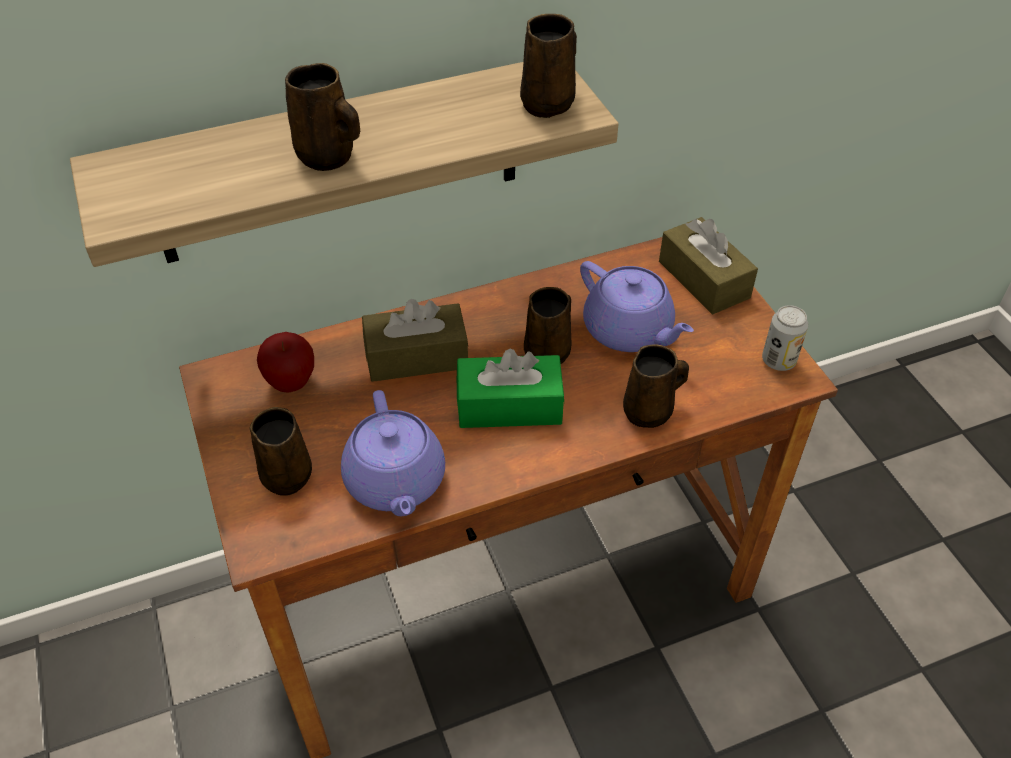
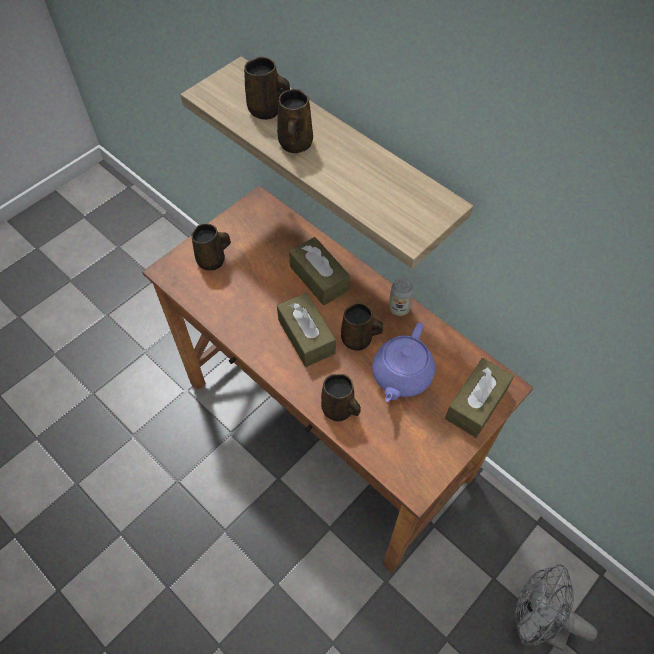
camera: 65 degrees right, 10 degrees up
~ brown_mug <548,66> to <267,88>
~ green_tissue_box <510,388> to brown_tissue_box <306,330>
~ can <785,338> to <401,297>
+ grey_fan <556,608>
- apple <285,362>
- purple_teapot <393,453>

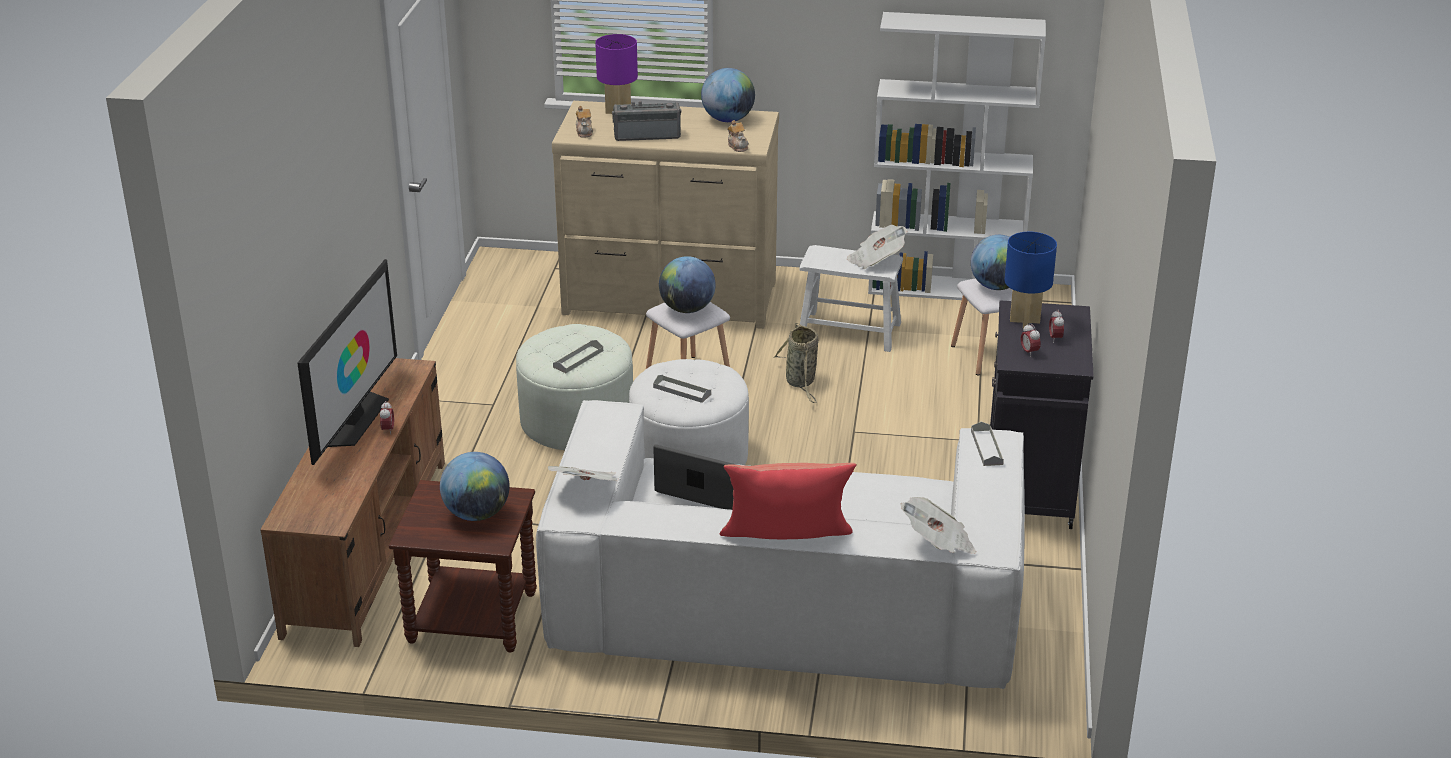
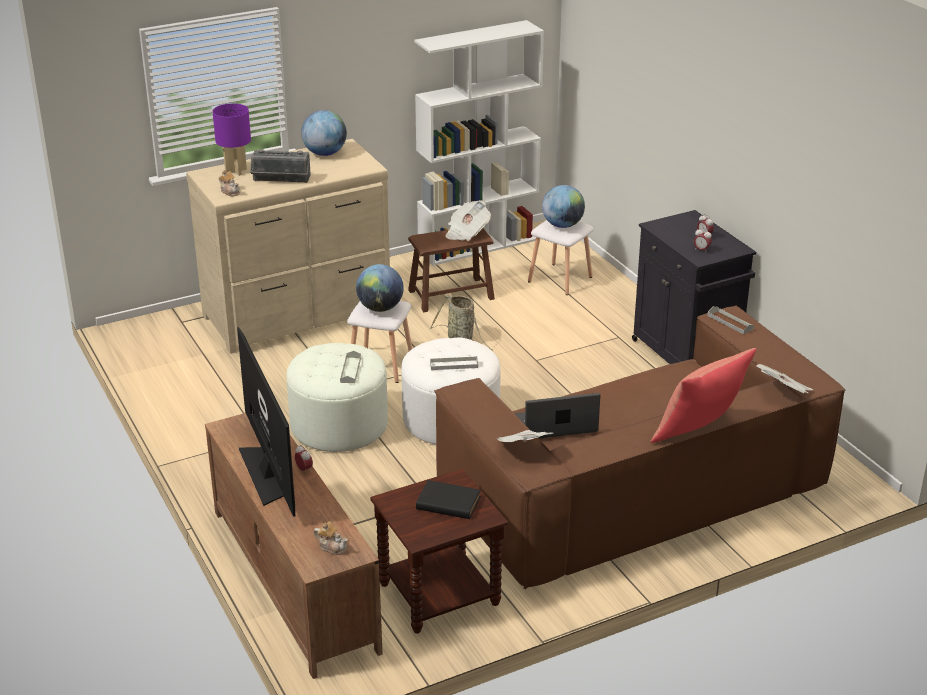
camera: 35 degrees left, 0 degrees up
~ radio <646,121> = <280,166> 135 degrees counterclockwise
~ teapot <738,136> to <331,538>
~ white_stool <851,298> to brown_stool <451,270>
~ globe <475,486> to black_book <448,499>
~ white_sofa <780,544> to brown_sofa <639,447>
- blue_table_lamp <1030,280>

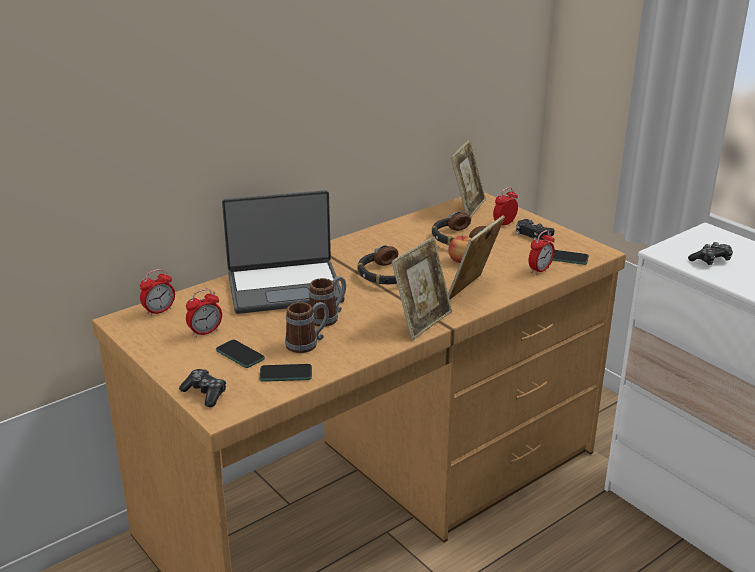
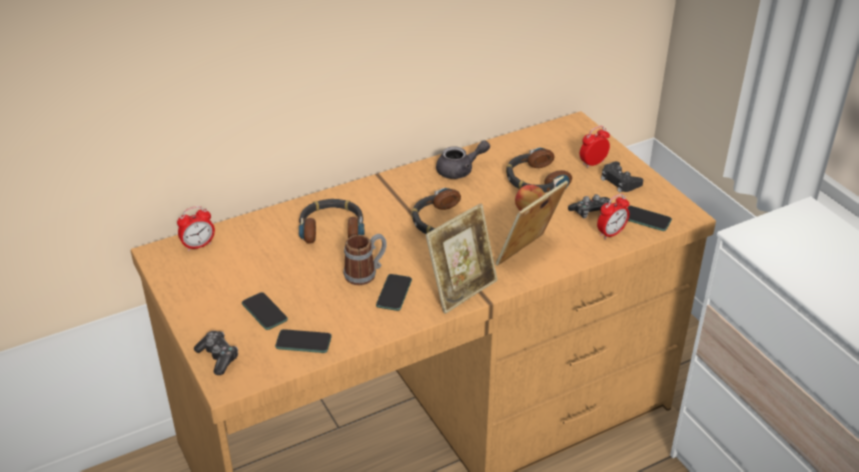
camera: 10 degrees right, 10 degrees up
~ laptop <283,252> to headphones <331,221>
+ phone <394,292>
+ grey_teapot <463,159>
~ game_controller <710,253> to <589,206>
- alarm_clock <204,313>
- mug <307,327>
- picture_frame <468,178>

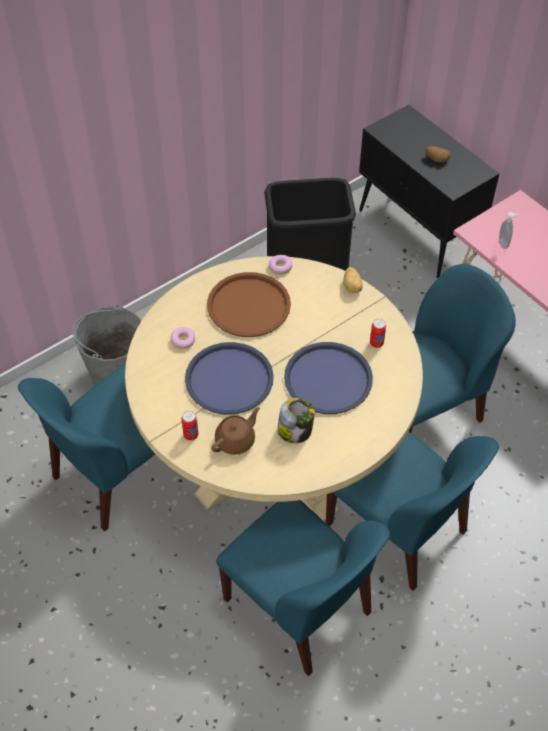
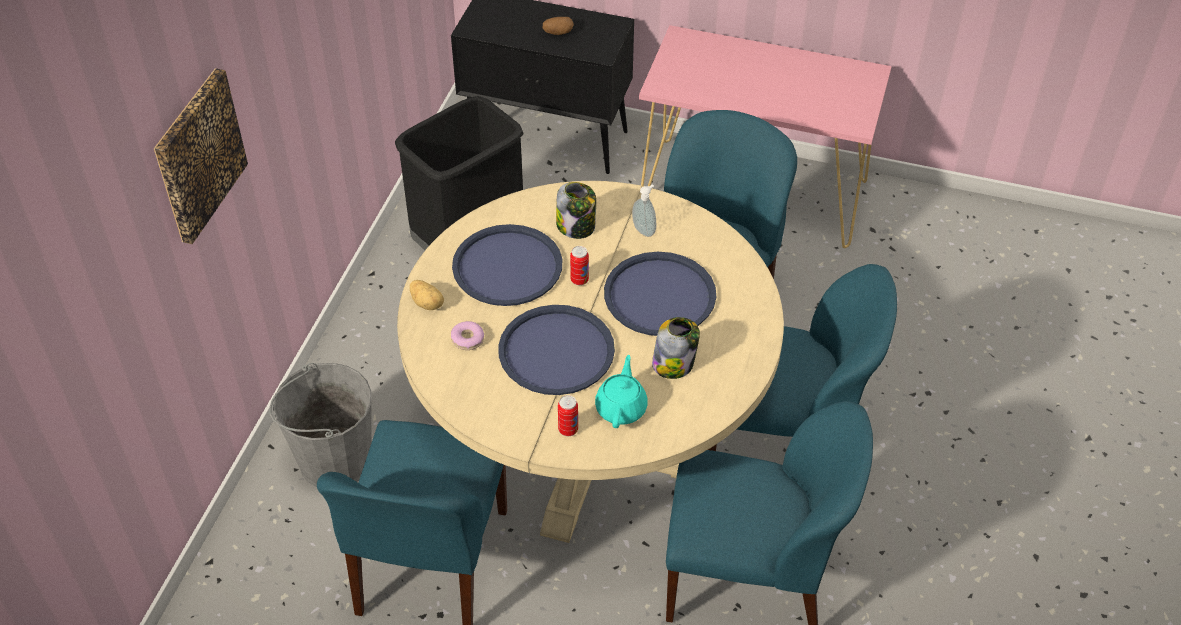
camera: 35 degrees left, 5 degrees down
+ picture <201,156>
~ potato <353,280> to <427,295>
~ brown_tray <249,304> to blue_tray <507,265>
+ jar <576,210>
~ can <378,333> to <579,265>
~ brown_teapot <235,431> to turquoise_teapot <621,391>
~ soap_dispenser <509,230> to <644,210>
- donut <280,265>

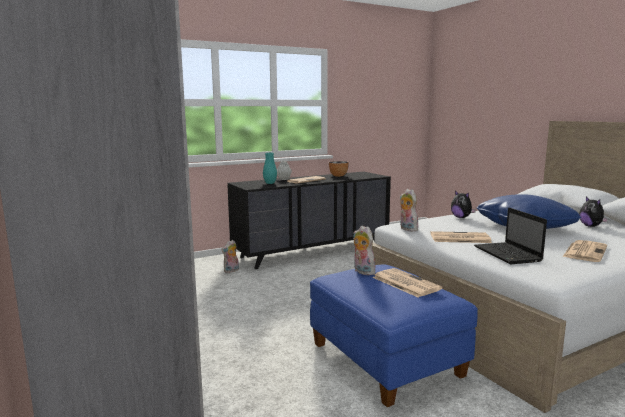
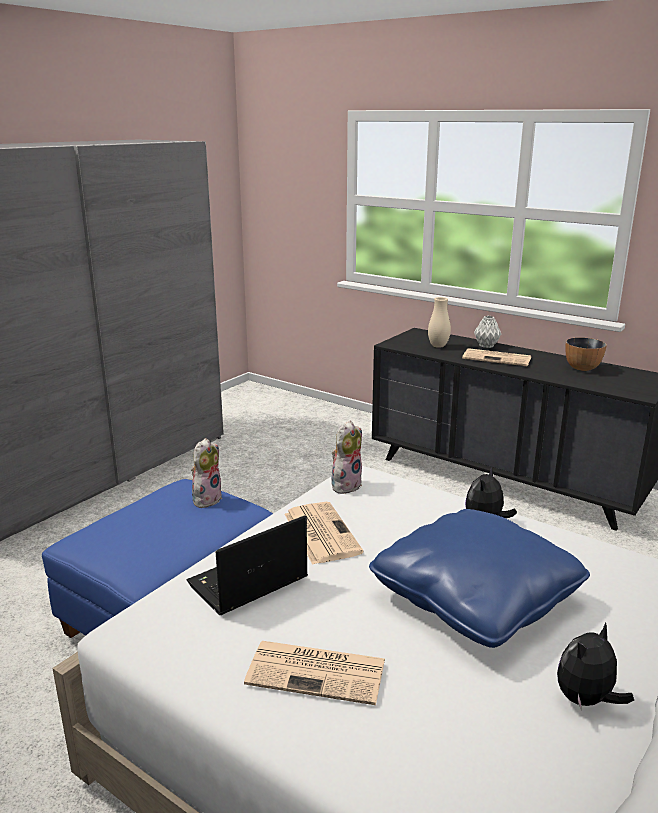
camera: 65 degrees right, 10 degrees up
~ turquoise_vase <270,168> to beige_vase <439,322>
- plush_toy <230,256>
- newspaper <407,282>

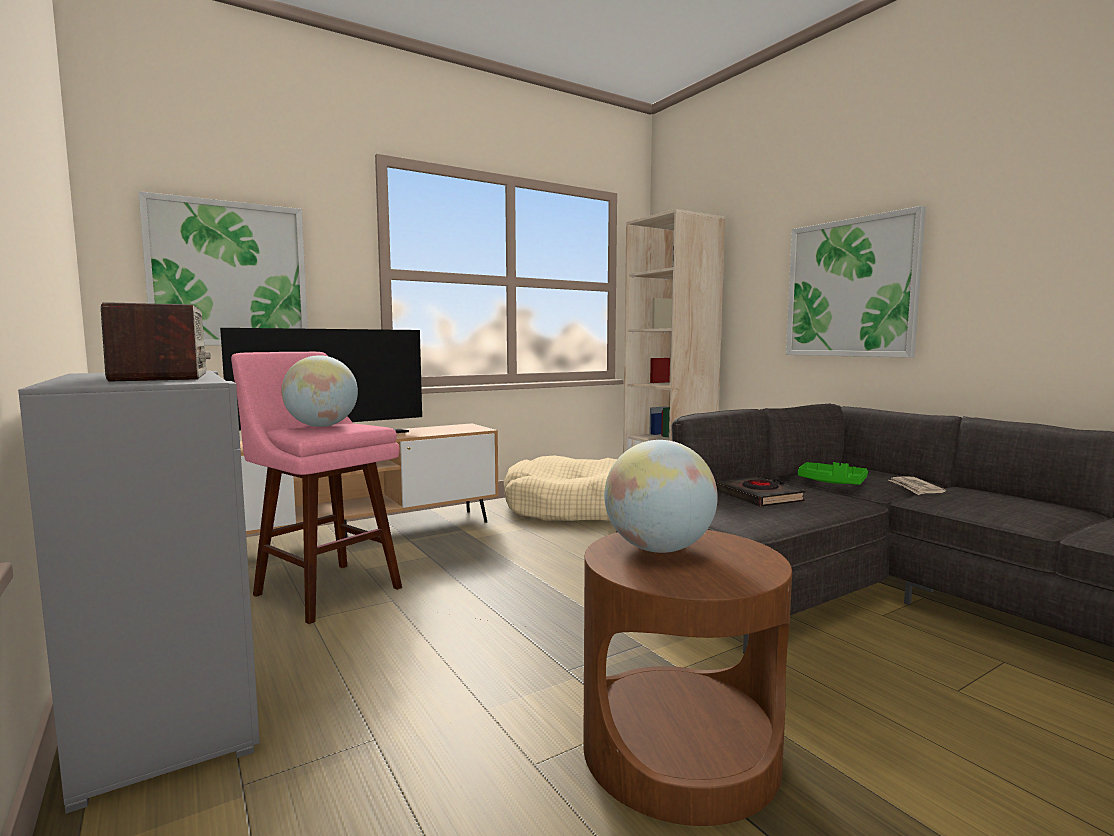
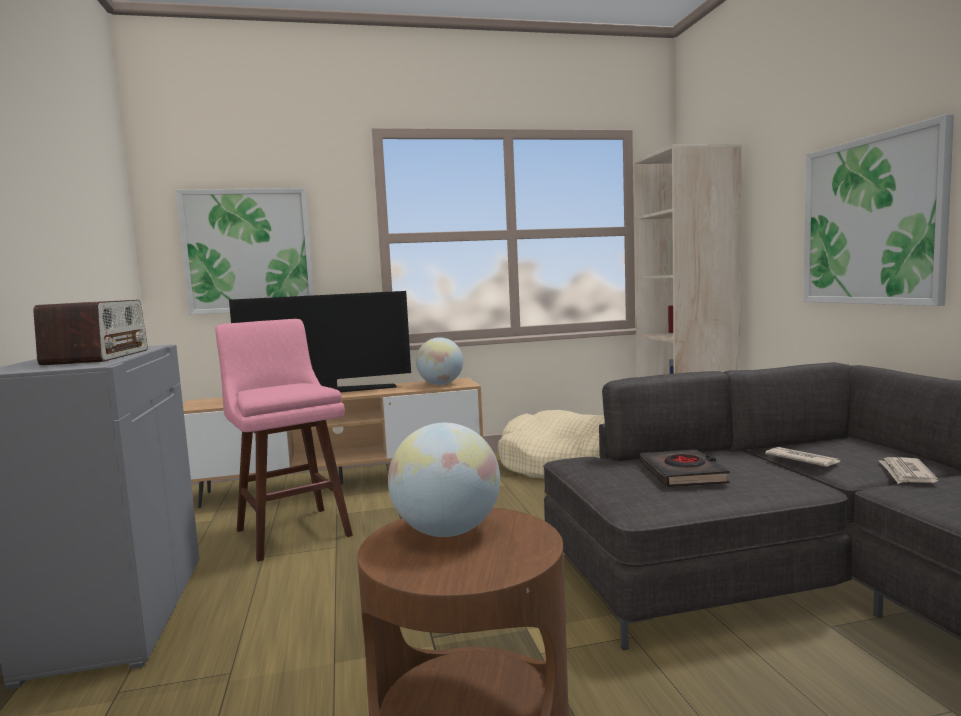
camera: 20 degrees right, 0 degrees up
~ globe <320,391> to <439,361>
~ green_tray <833,473> to newspaper <803,457>

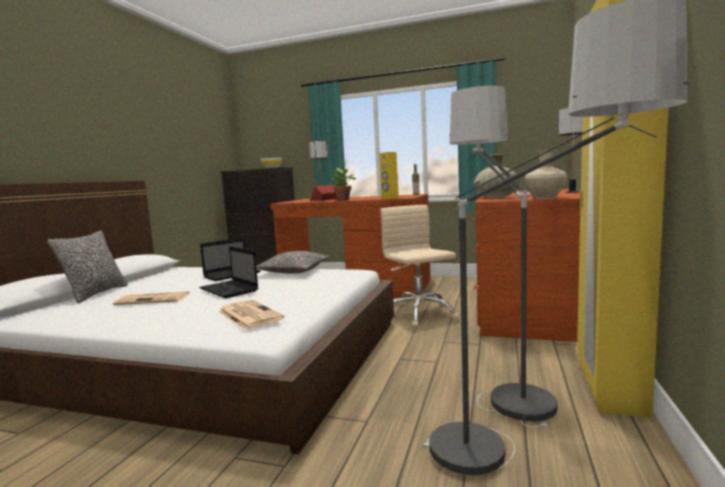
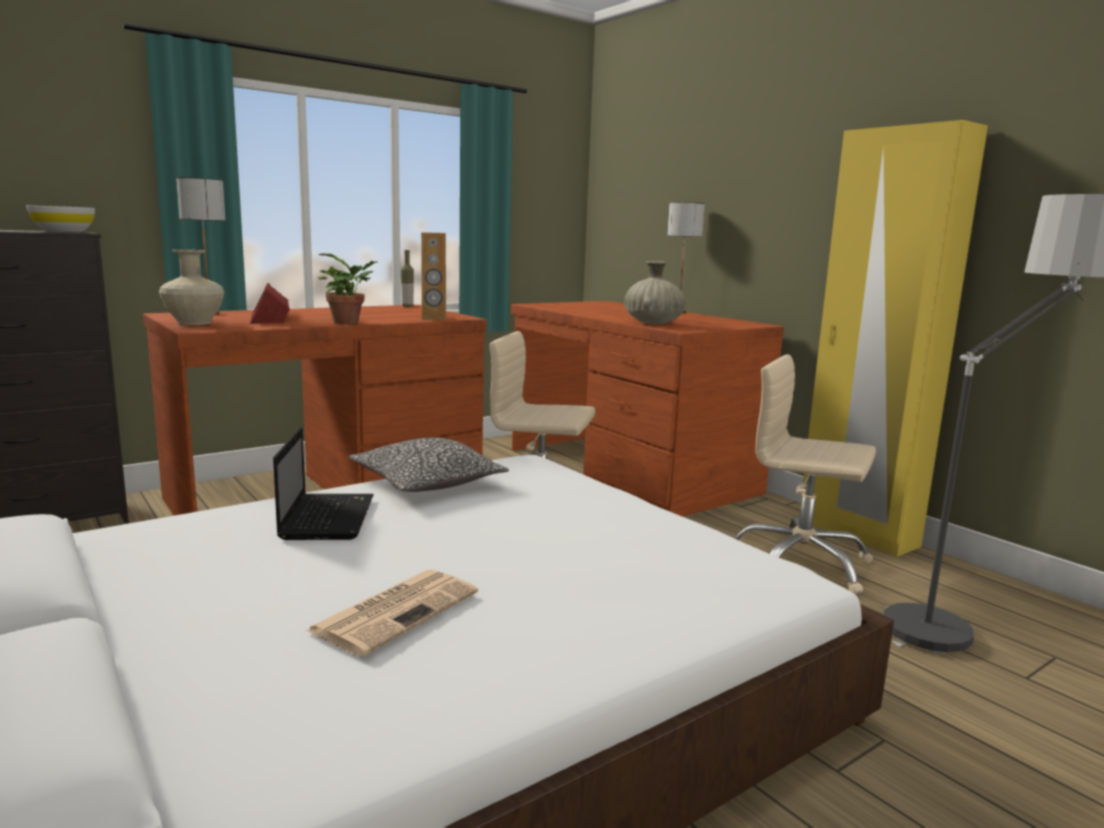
camera: 55 degrees left, 5 degrees up
~ beige_vase <546,174> to <191,287>
~ yellow_speaker <389,175> to brown_speaker <433,276>
~ floor_lamp <503,256> to beige_office_chair <805,474>
- pillow <87,267>
- laptop <228,272>
- newspaper <251,315>

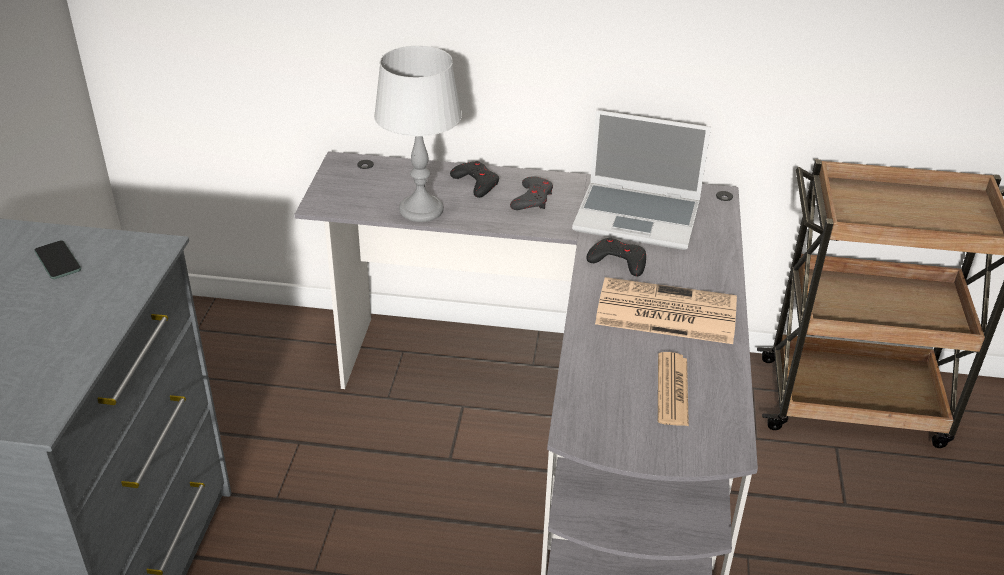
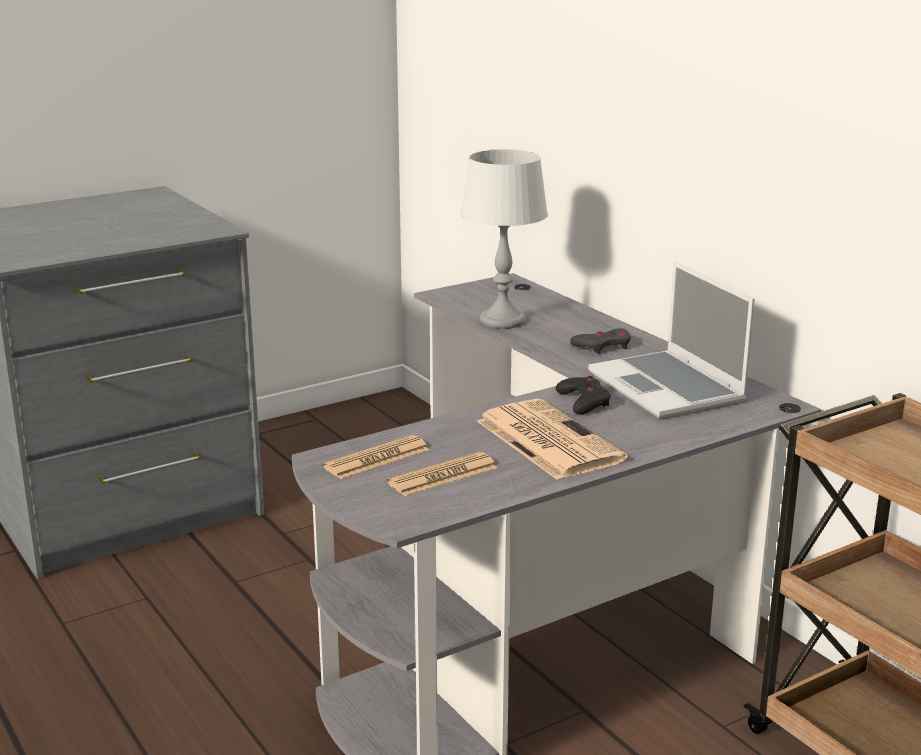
camera: 50 degrees right, 15 degrees down
+ newspaper <376,457>
- phone <57,259>
- black_game_controller <474,179>

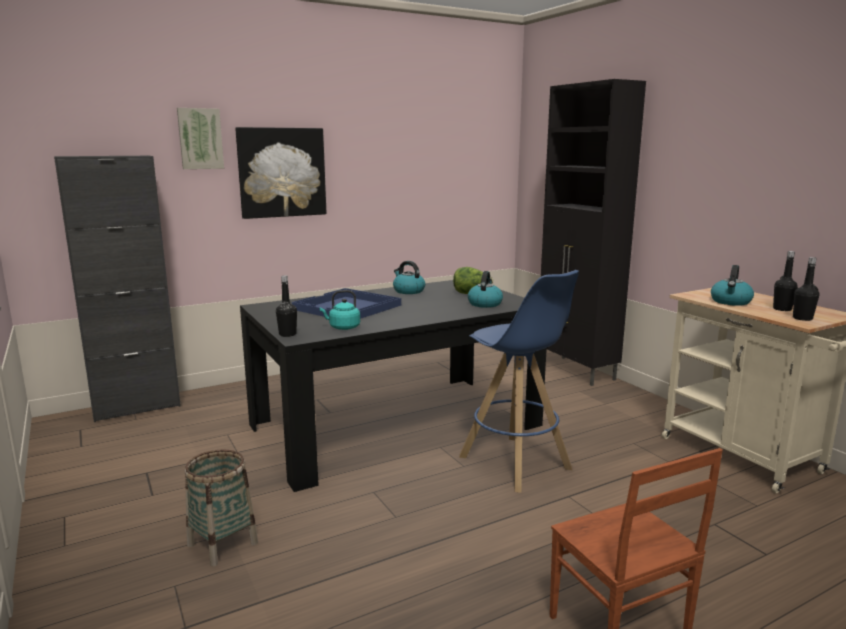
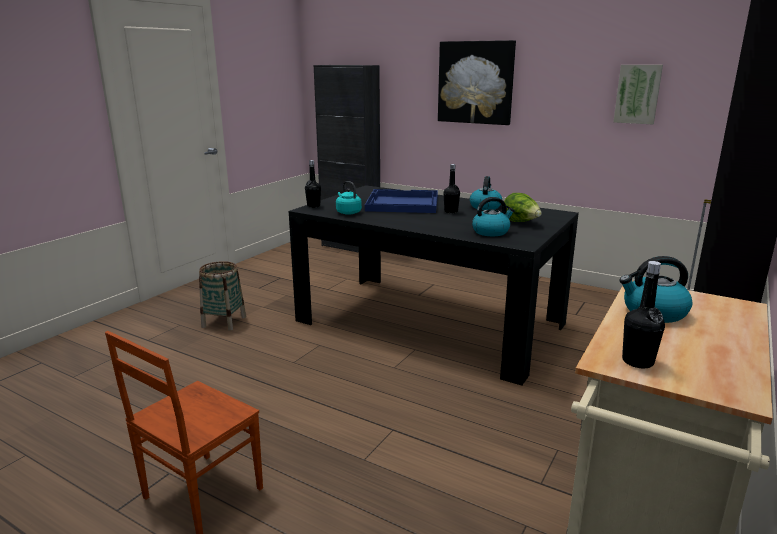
camera: 60 degrees right, 5 degrees up
~ black_bottle <785,281> to <452,188>
~ picture <200,138> to <638,94>
- blue_stool <519,381>

